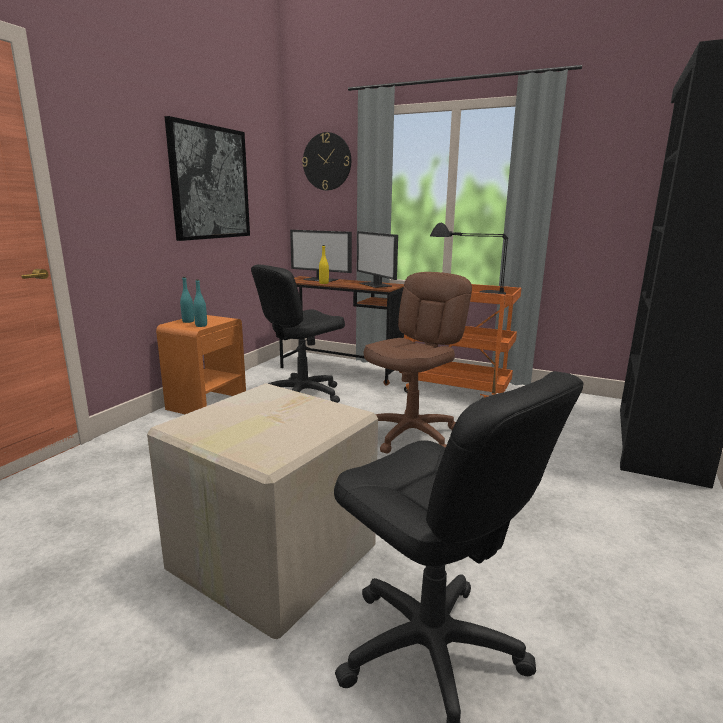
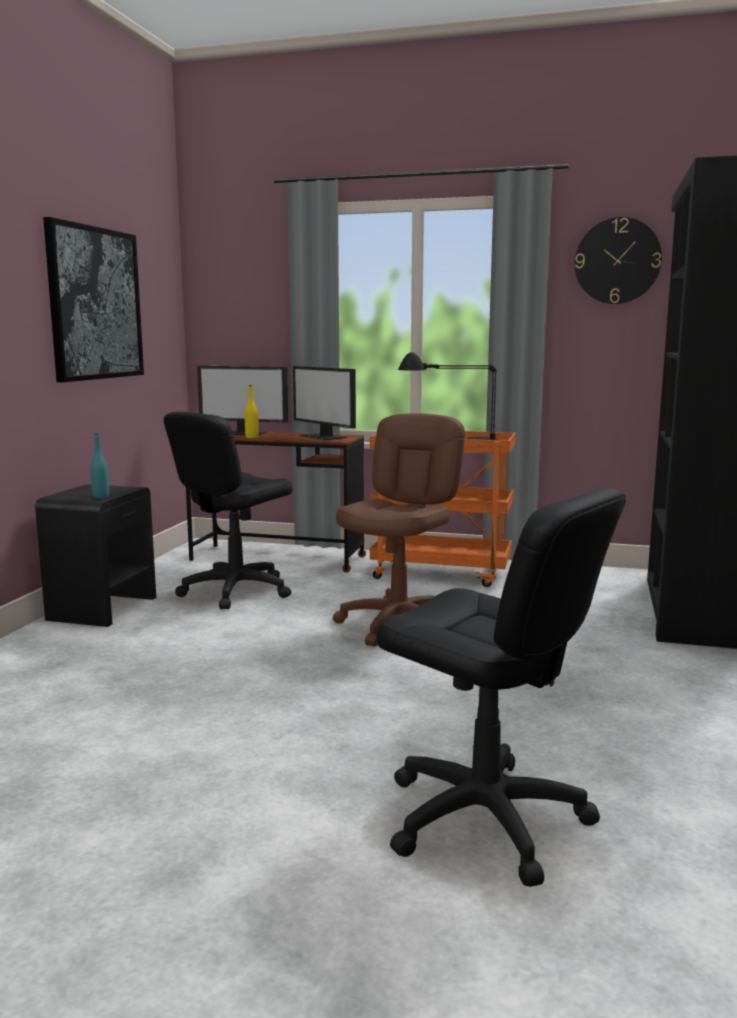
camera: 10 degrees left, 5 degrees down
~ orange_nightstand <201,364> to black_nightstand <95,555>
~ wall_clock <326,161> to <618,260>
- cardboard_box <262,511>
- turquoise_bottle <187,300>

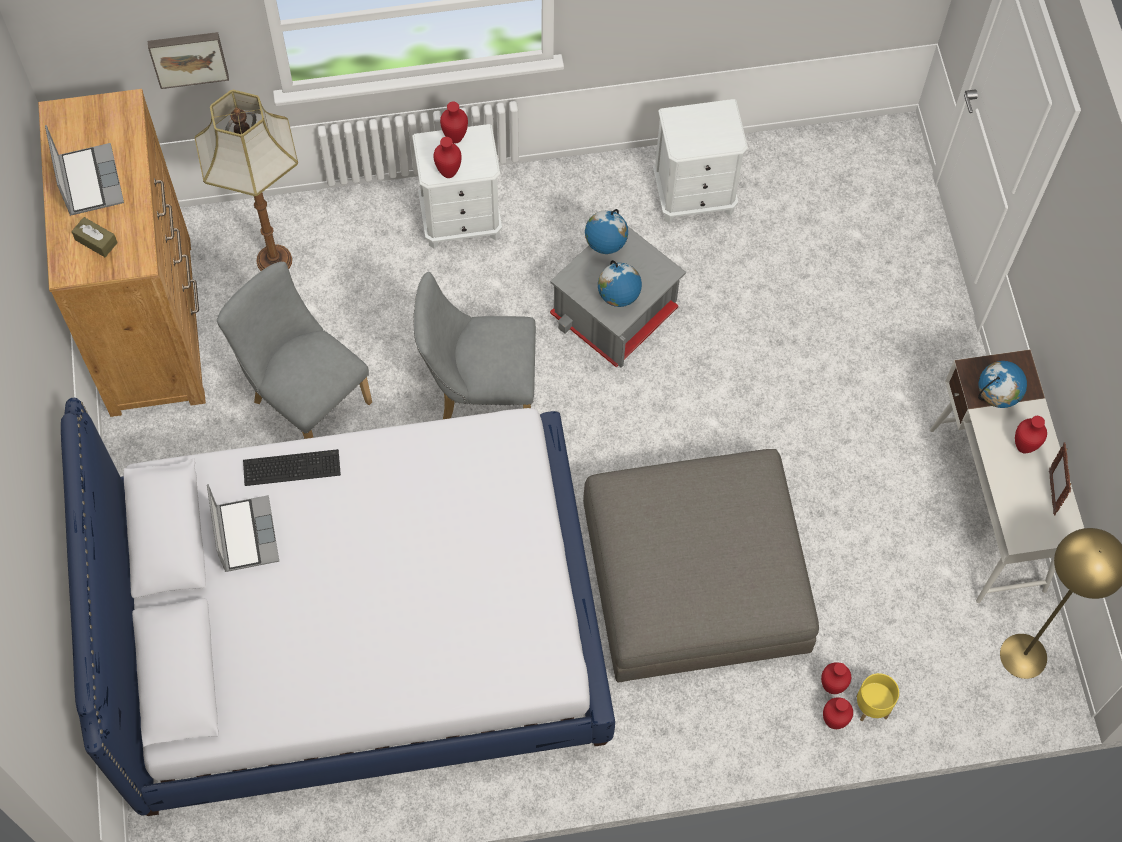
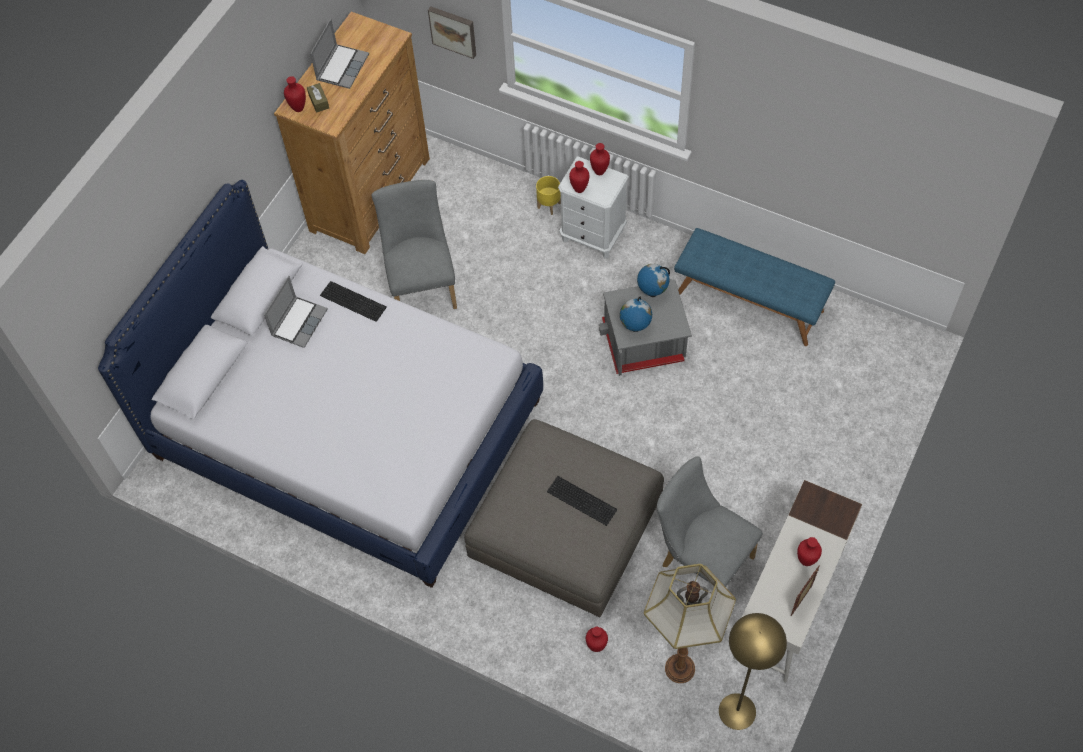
camera: 40 degrees right, 5 degrees down
~ red_vase <838,713> to <295,94>
~ yellow_planter <877,697> to <548,195>
+ keyboard <582,501>
~ floor_lamp <246,180> to <690,623>
~ grey_chair <474,345> to <709,522>
~ white_nightstand <700,161> to blue_bench <754,287>
- globe <1002,384>

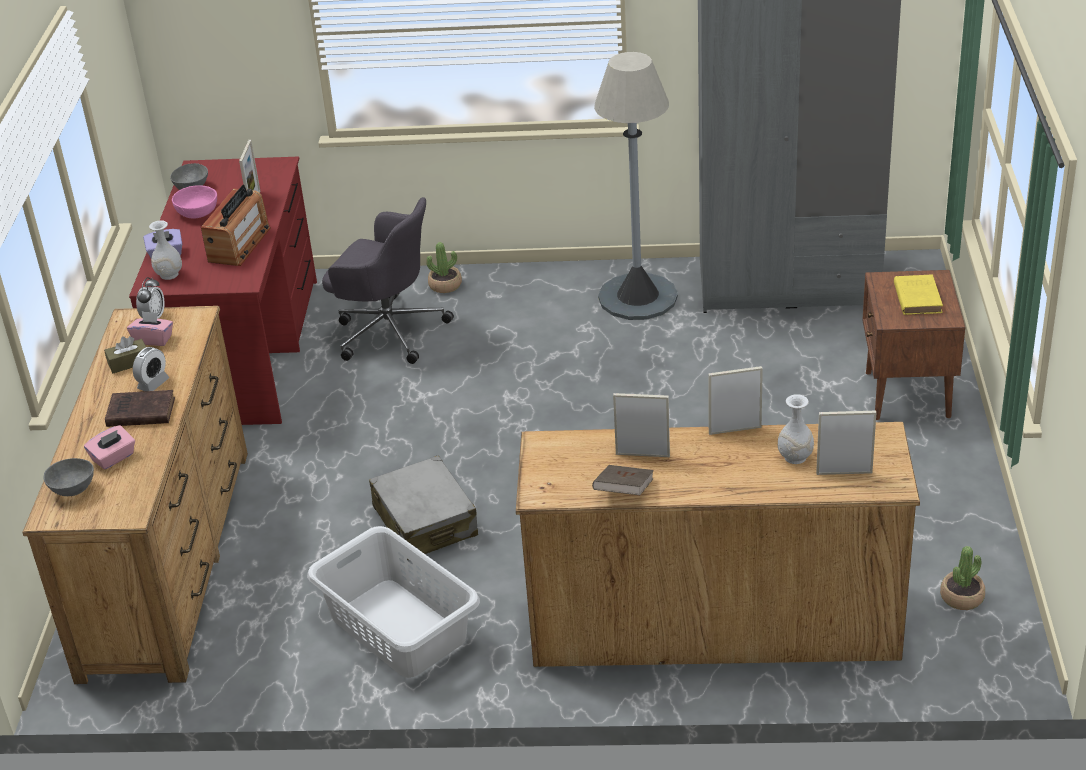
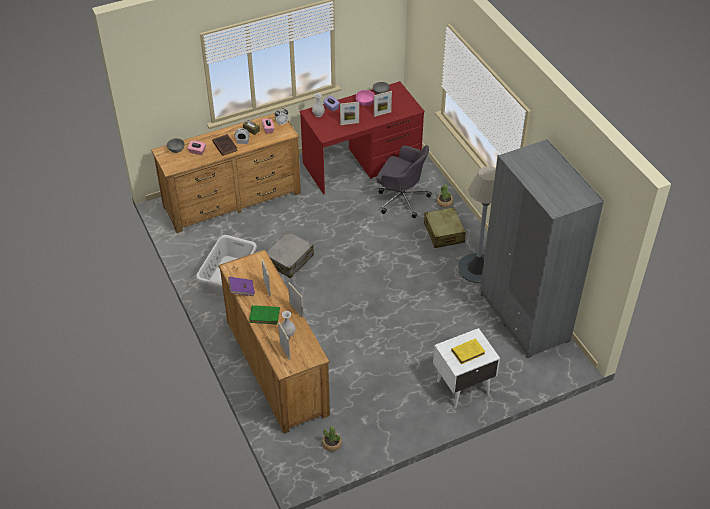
camera: 60 degrees right, 10 degrees up
~ brown_book <623,480> to purple_book <241,286>
+ green_book <264,314>
~ radio <236,225> to picture_frame <349,113>
~ grey_office_chair <388,280> = <404,181> 60 degrees counterclockwise
+ beige_suitcase <445,227>
~ brown_nightstand <913,345> to white_nightstand <466,368>

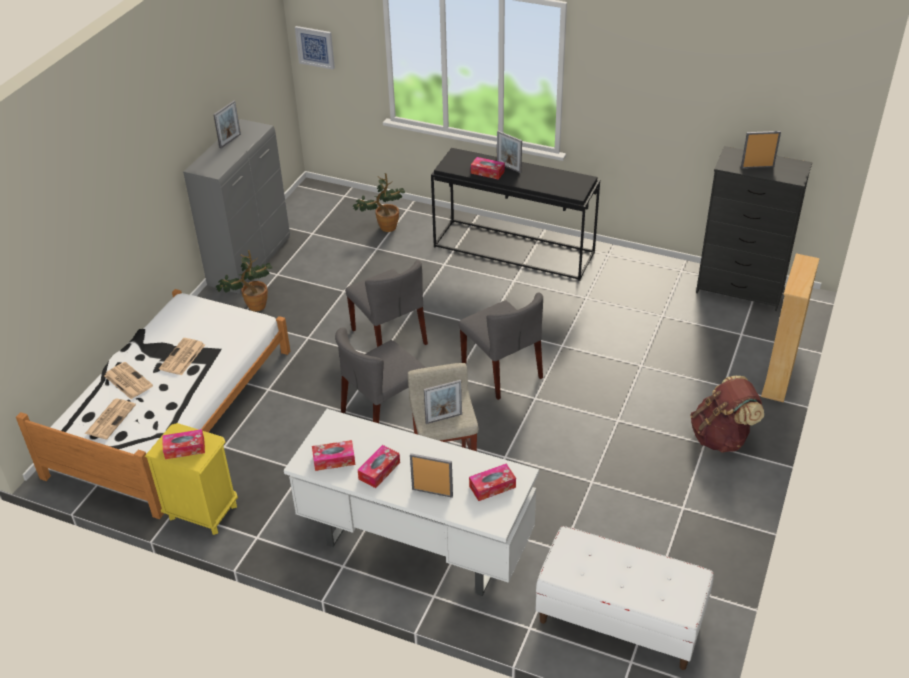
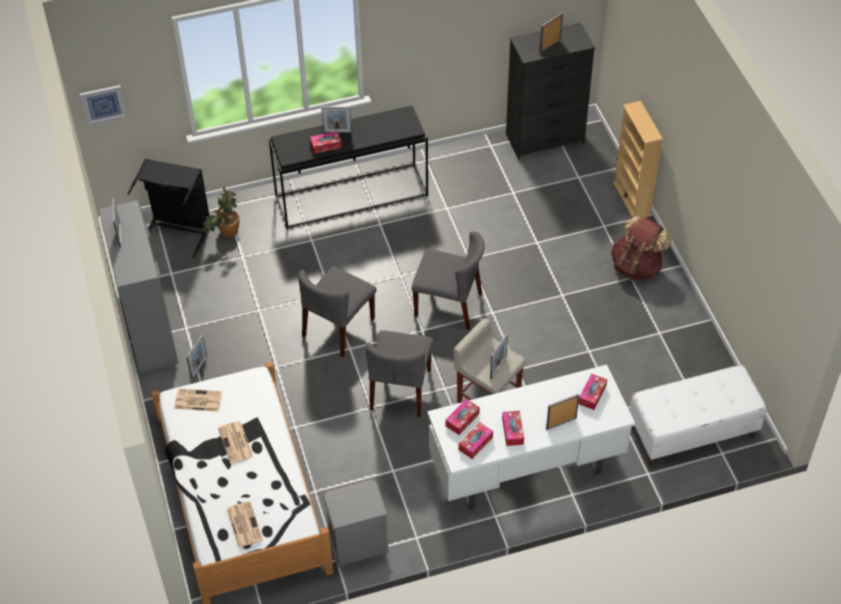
camera: 40 degrees left, 10 degrees up
+ black_laundry_basket <168,208>
~ newspaper <128,380> to <198,400>
~ potted_plant <244,280> to picture_frame <196,357>
~ grey_chair <386,303> = <337,311> 105 degrees clockwise
~ yellow_nightstand <191,479> to grey_nightstand <356,524>
~ tissue_box <184,444> to <463,417>

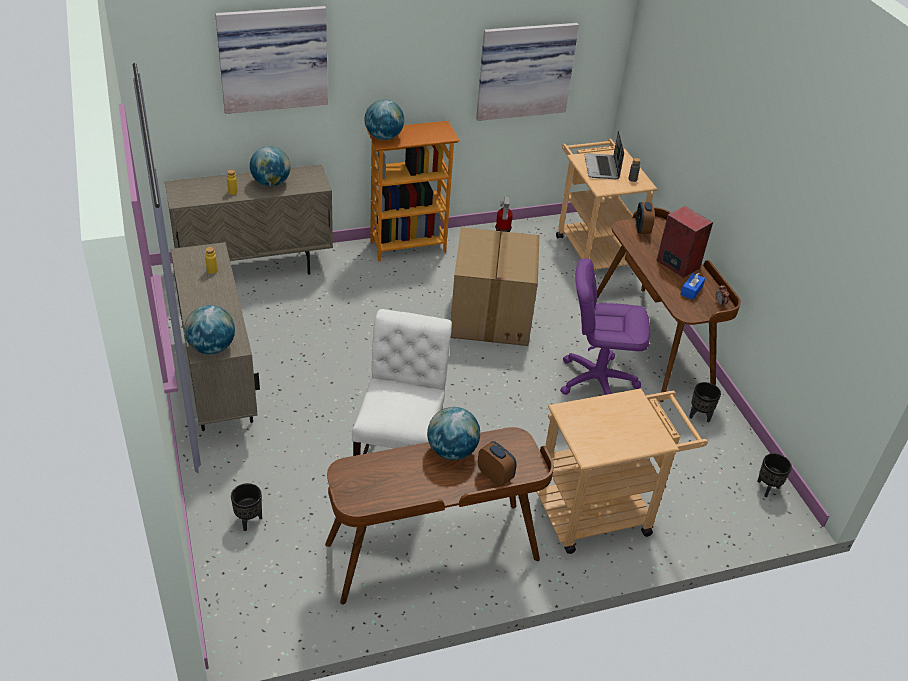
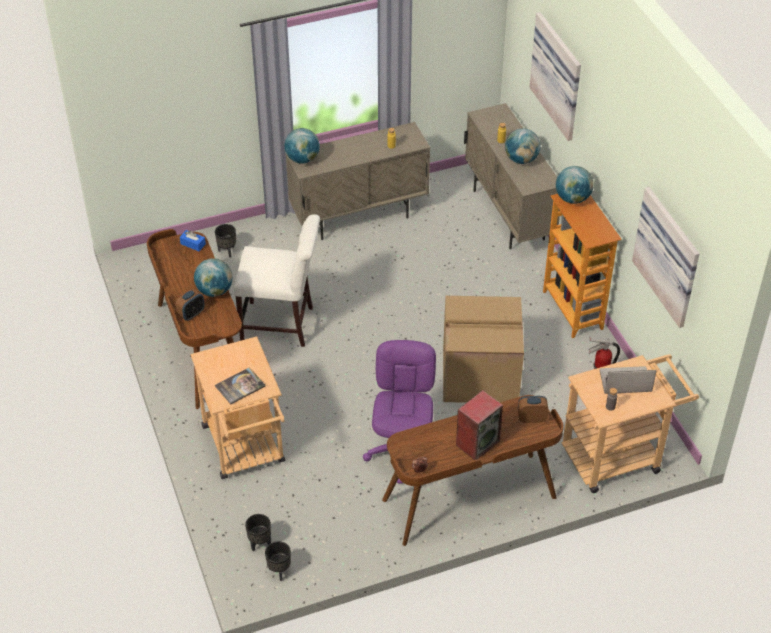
camera: 90 degrees right, 5 degrees up
~ blue_tissue_box <692,286> to <193,240>
+ book <240,385>
~ black_planter <705,402> to <258,533>

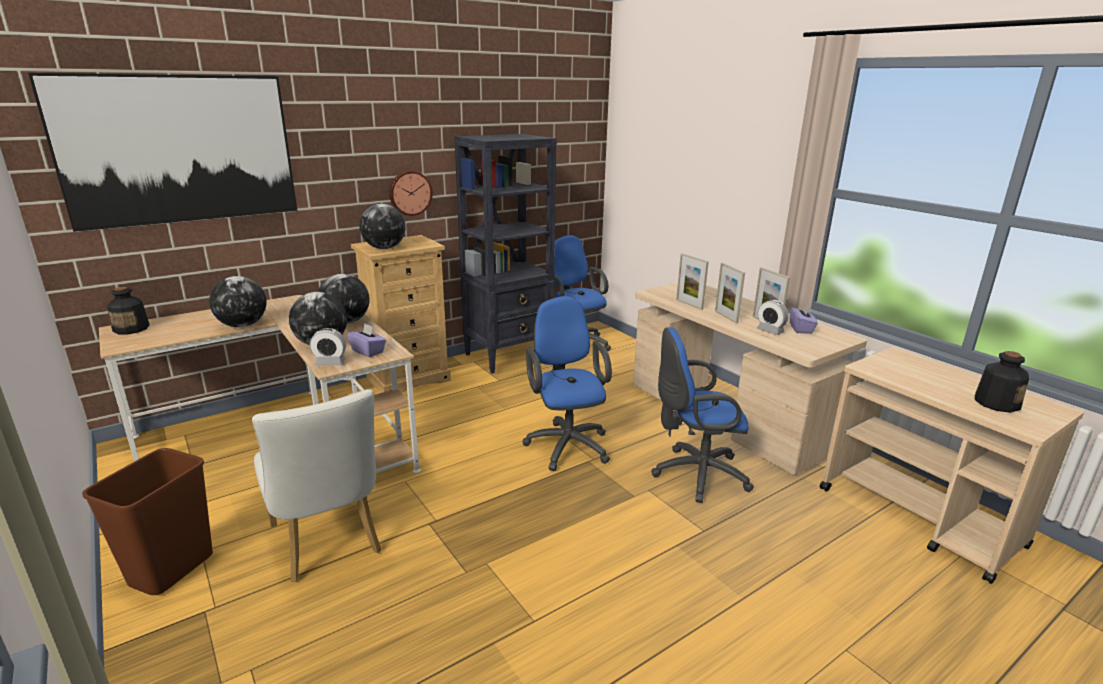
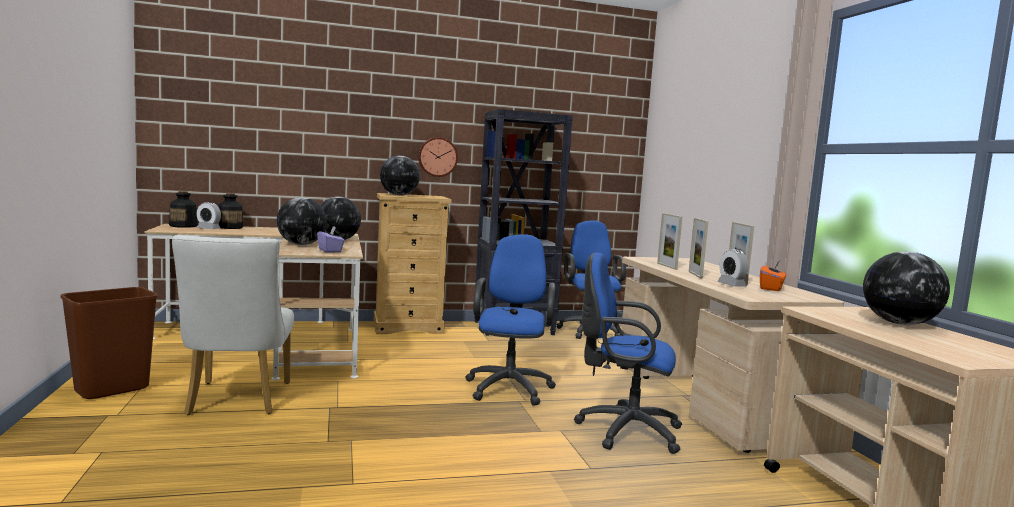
camera: 20 degrees right, 15 degrees down
~ alarm_clock <328,347> to <209,215>
~ bottle <1002,382> to <230,211>
~ purple_tissue_box <804,319> to orange_tissue_box <773,276>
~ globe <238,301> to <906,288>
- picture <162,152>

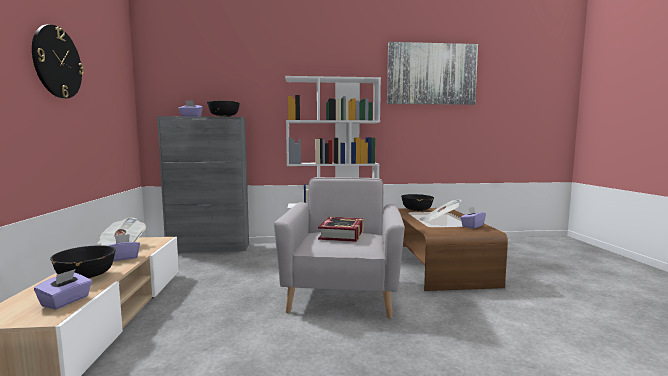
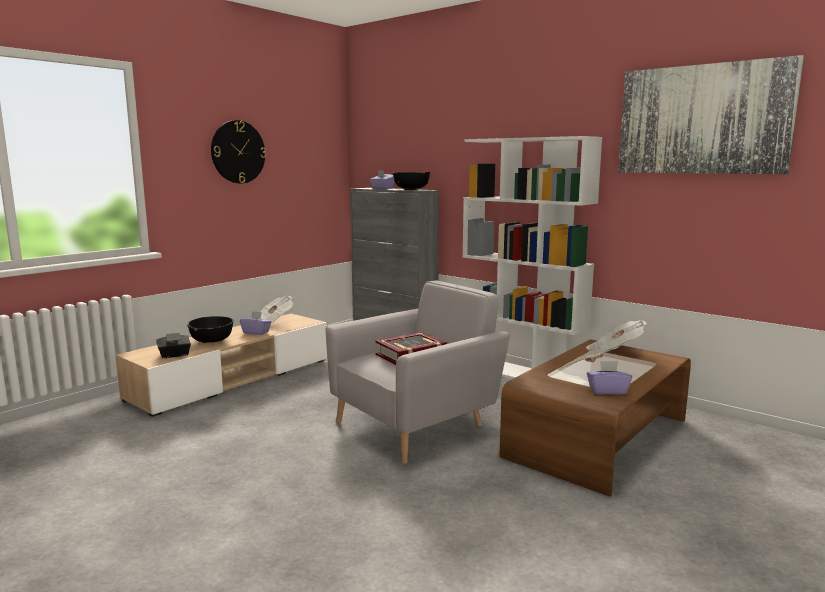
camera: 45 degrees right, 5 degrees up
~ purple_tissue_box <63,289> to black_tissue_box <173,345>
~ black_bowl <417,203> to newspaper <616,337>

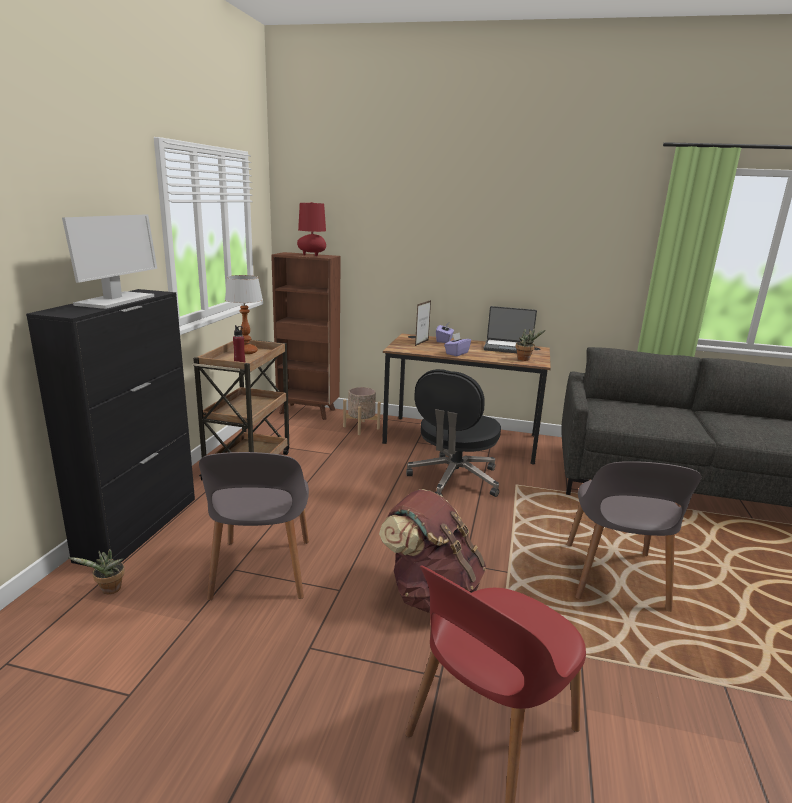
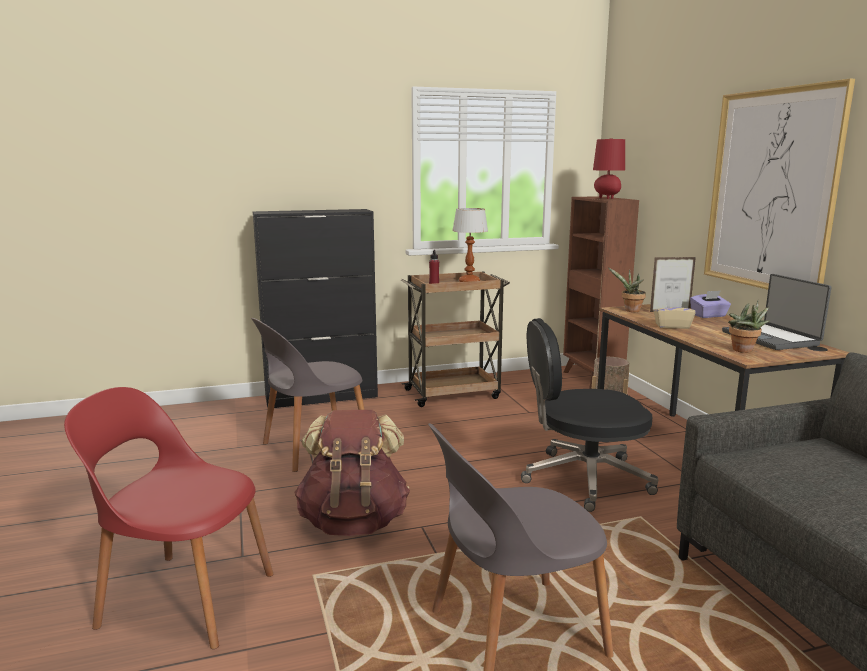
camera: 60 degrees right, 5 degrees down
~ potted_plant <96,571> to <627,290>
~ purple_tissue_box <457,344> to beige_tissue_box <674,313>
+ picture <779,184>
- monitor <109,261>

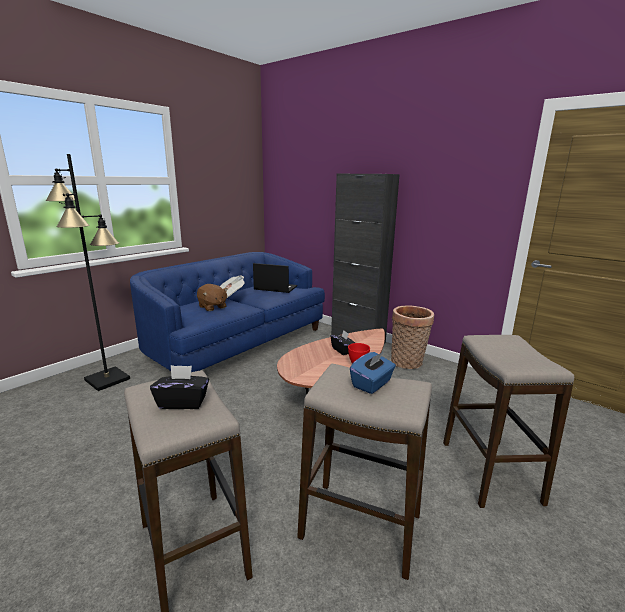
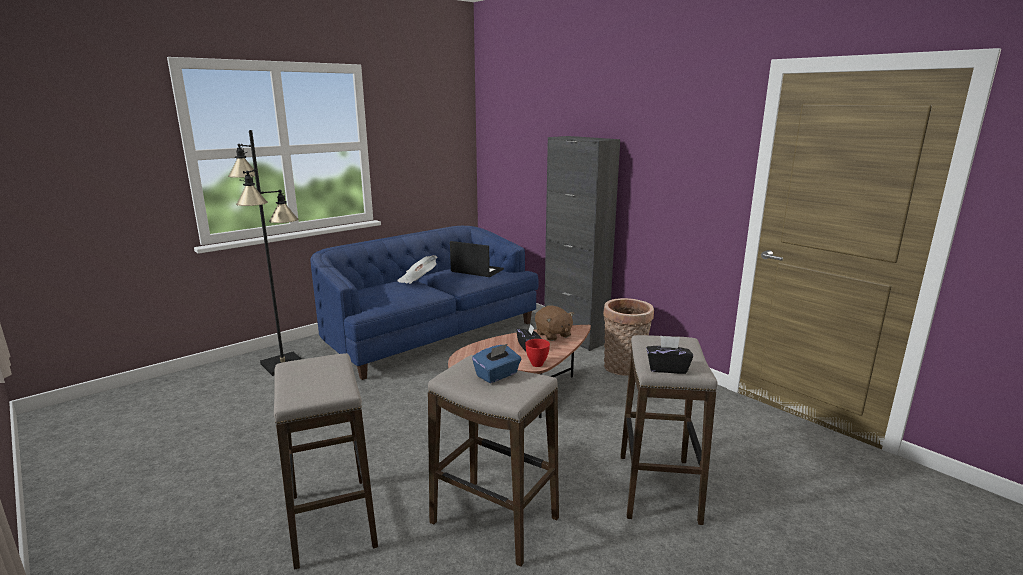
camera: 10 degrees right, 0 degrees up
~ brown_plush_toy <212,297> to <554,323>
~ black_tissue_box <179,387> to <669,355>

